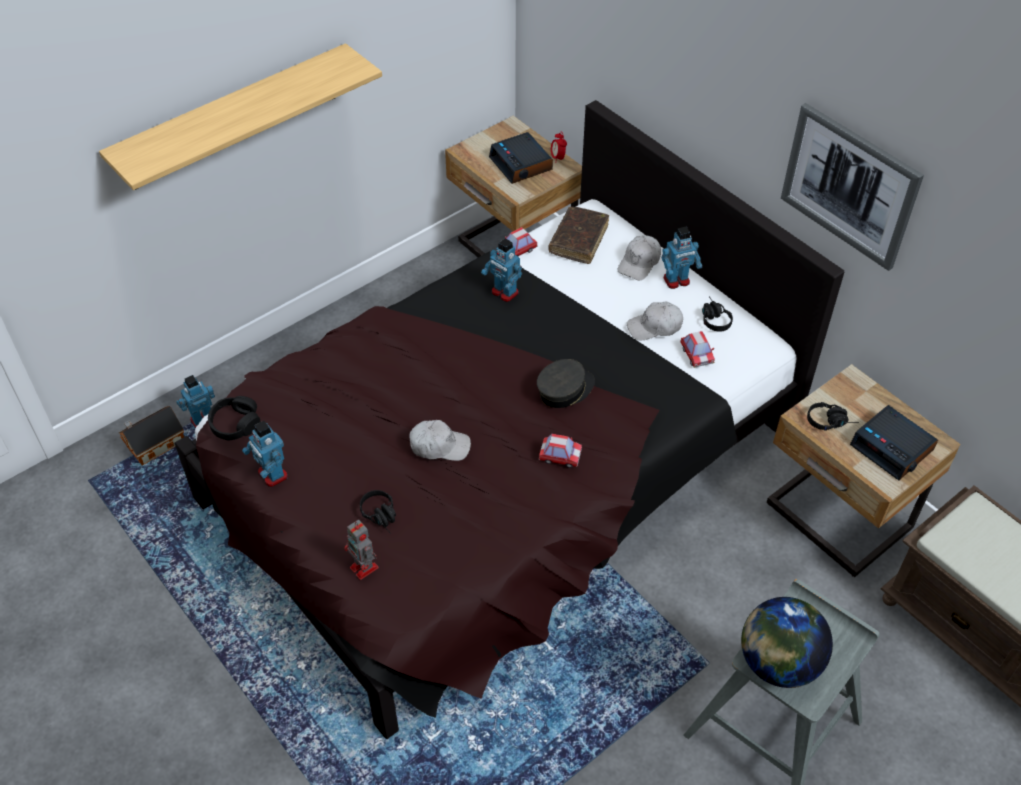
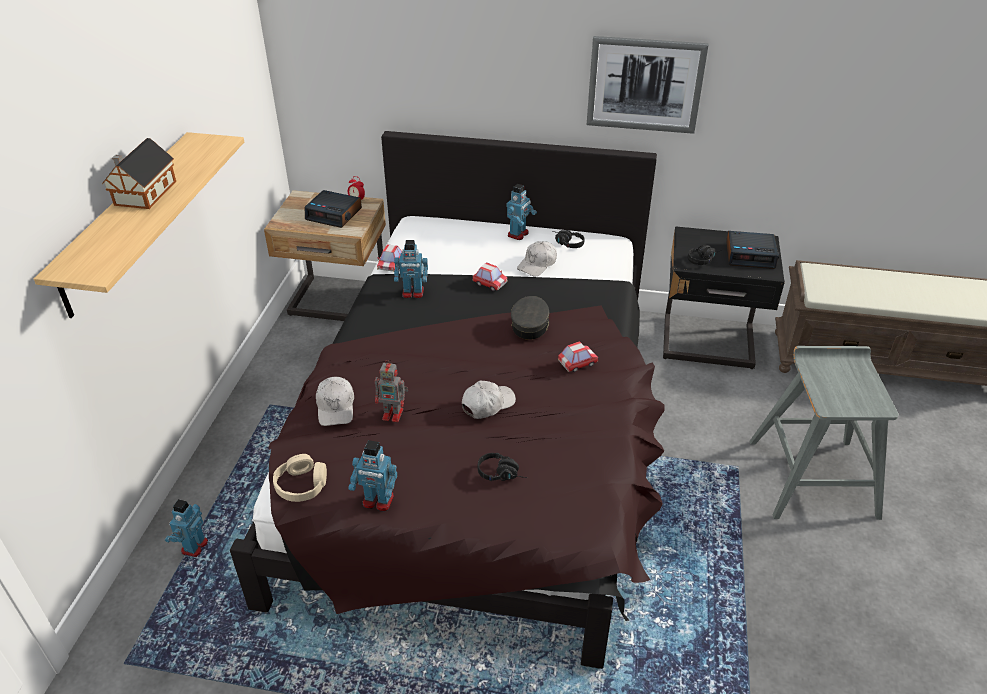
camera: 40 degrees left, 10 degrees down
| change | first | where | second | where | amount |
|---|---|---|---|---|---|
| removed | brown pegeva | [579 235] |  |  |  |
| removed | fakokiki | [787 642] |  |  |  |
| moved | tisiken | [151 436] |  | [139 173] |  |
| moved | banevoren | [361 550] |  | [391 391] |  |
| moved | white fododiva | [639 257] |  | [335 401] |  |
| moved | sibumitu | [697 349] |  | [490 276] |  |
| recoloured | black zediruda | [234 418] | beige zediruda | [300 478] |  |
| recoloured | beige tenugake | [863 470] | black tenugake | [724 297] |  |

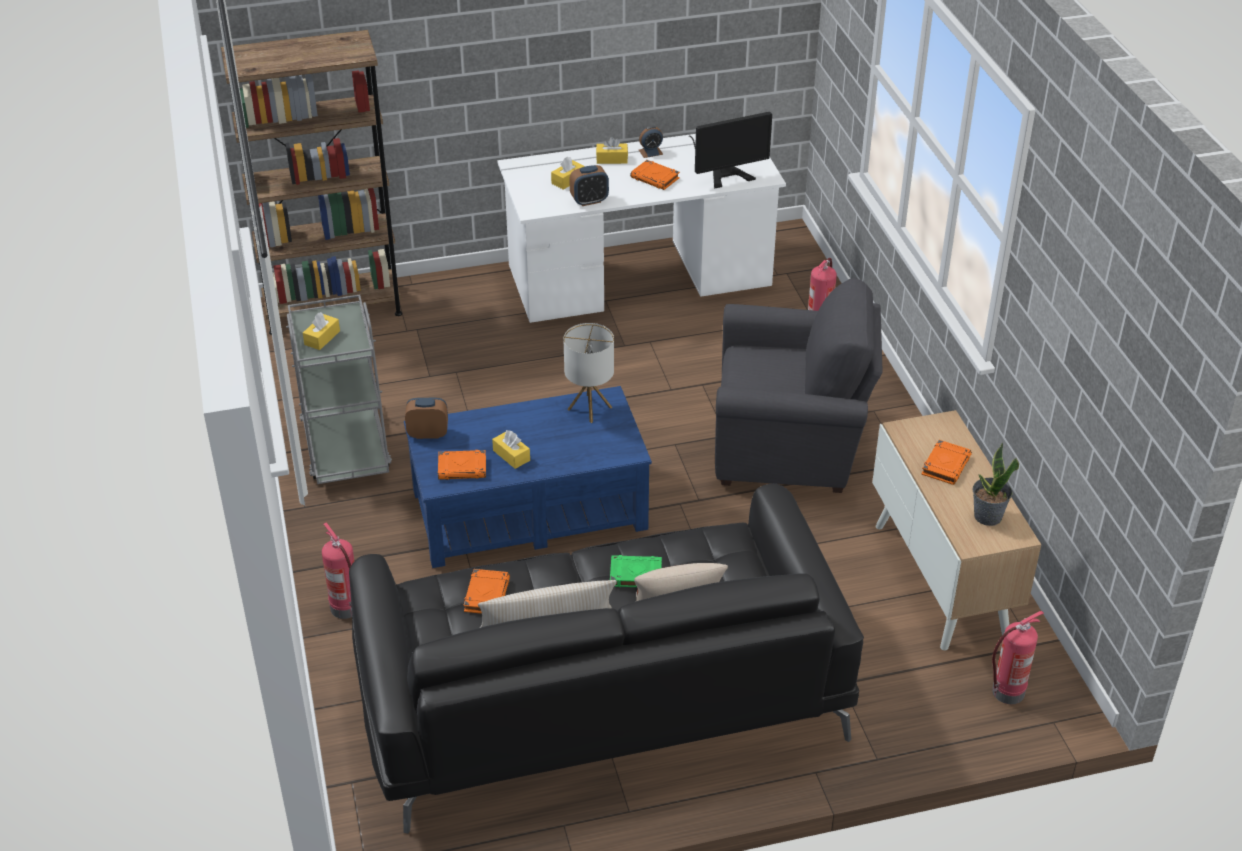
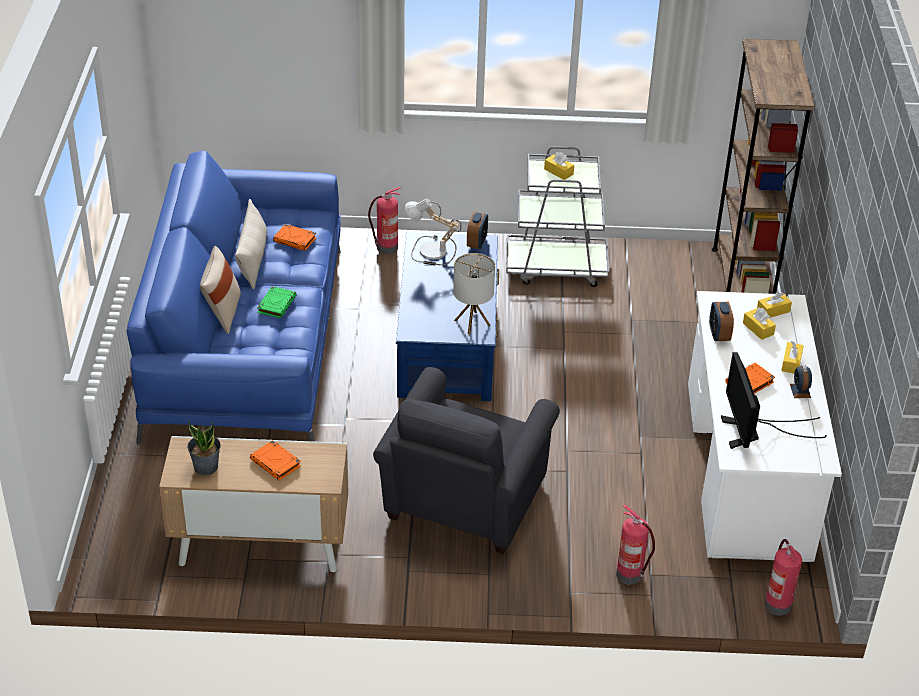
camera: 105 degrees right, 0 degrees up
| change | first | where | second | where | amount |
|---|---|---|---|---|---|
| moved | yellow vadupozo | [511 449] |  | [774 305] |  |
| moved | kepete | [1018 657] |  | [783 577] |  |
| replaced | orange pegeva | [462 465] | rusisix | [433 231] |  |
| recoloured | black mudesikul | [606 658] | blue mudesikul | [234 298] |  |

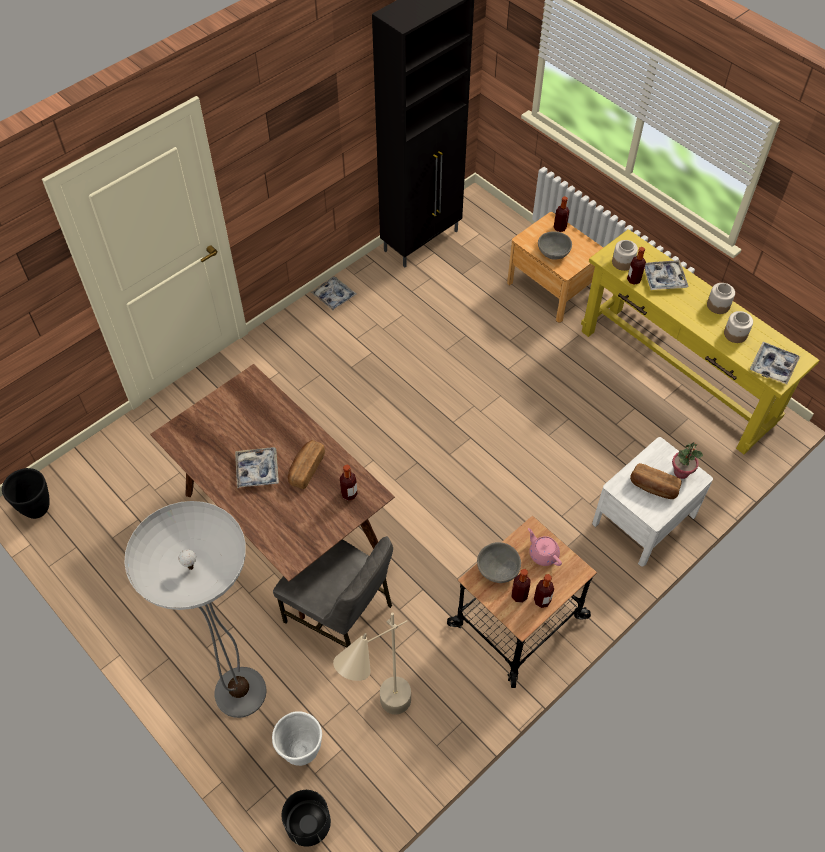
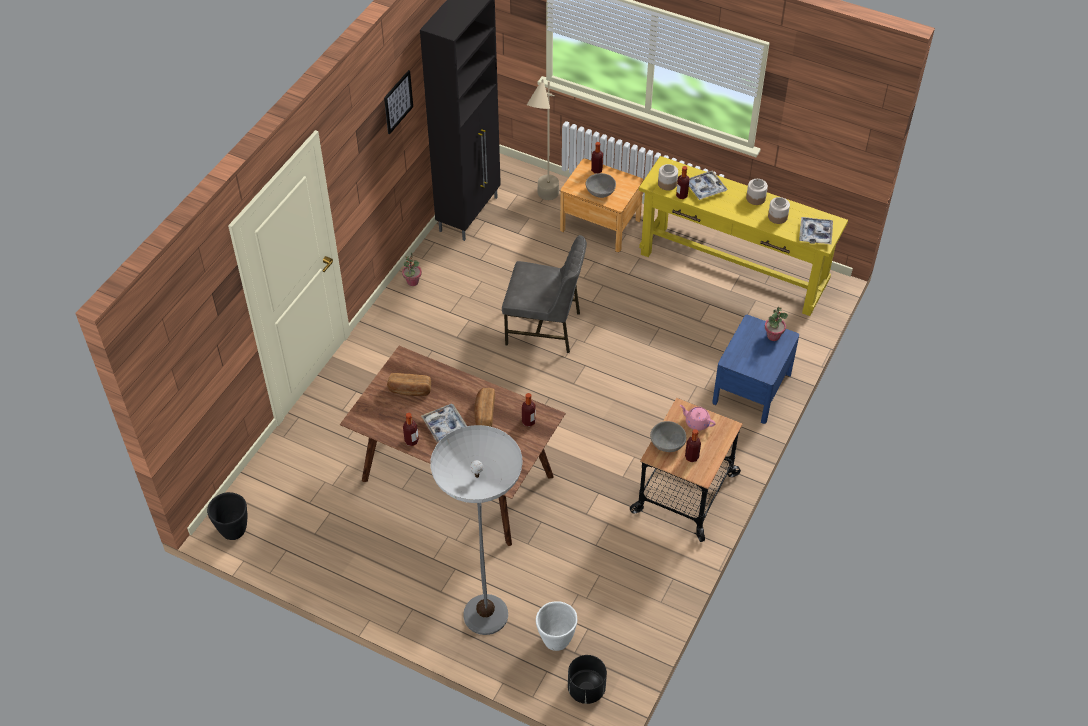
camera: 20 degrees left, 5 degrees down
| change | first | where | second | where | amount |
|---|---|---|---|---|---|
| added |  |  | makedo | [398 102] |  |
| moved | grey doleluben | [333 592] |  | [544 294] |  |
| moved | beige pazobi | [372 663] |  | [543 139] |  |
| moved | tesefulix | [544 591] |  | [411 429] |  |
| moved | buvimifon | [656 481] |  | [409 384] |  |
| replaced | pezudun | [333 293] | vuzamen | [412 269] |  |
| recoloured | white tenugake | [652 502] | blue tenugake | [755 369] |  |

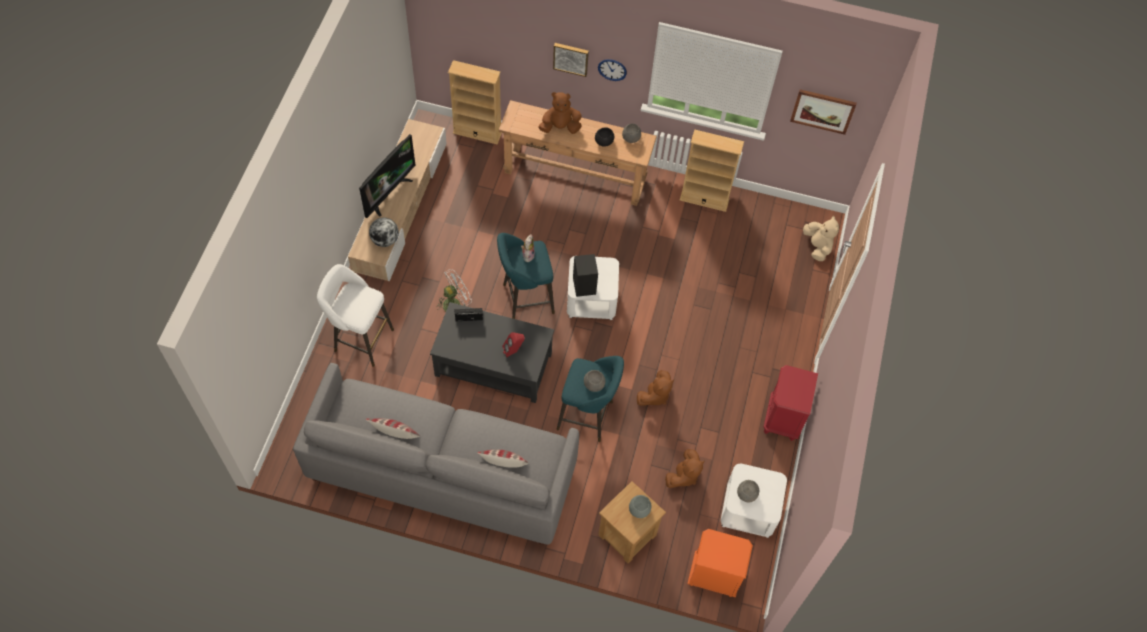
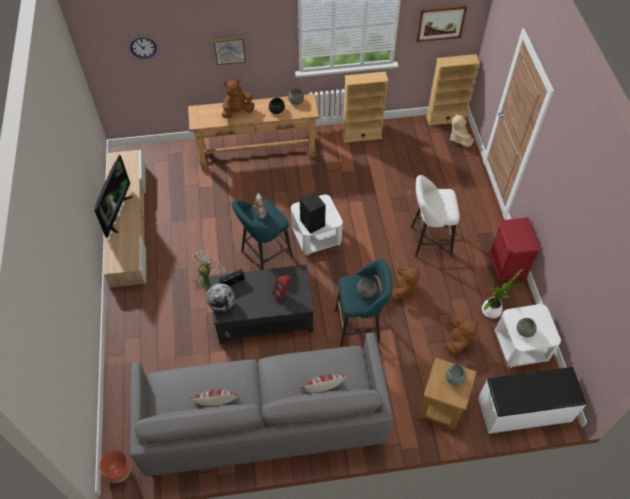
camera: 20 degrees left, 5 degrees down
| change | first | where | second | where | amount |
|---|---|---|---|---|---|
| added |  |  | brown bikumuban | [115 466] |  |
| added |  |  | vuzamen | [503 293] |  |
| moved | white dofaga | [355 315] |  | [435 216] |  |
| moved | fakokiki | [384 232] |  | [220 297] |  |
| moved | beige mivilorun | [475 102] |  | [453 89] |  |
| moved | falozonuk | [612 70] |  | [143 48] |  |
| replaced | orange tenugake | [720 563] | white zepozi | [532 400] |  |
| turned | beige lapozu | [821 238] |  | [462 130] | 150 degrees counterclockwise |

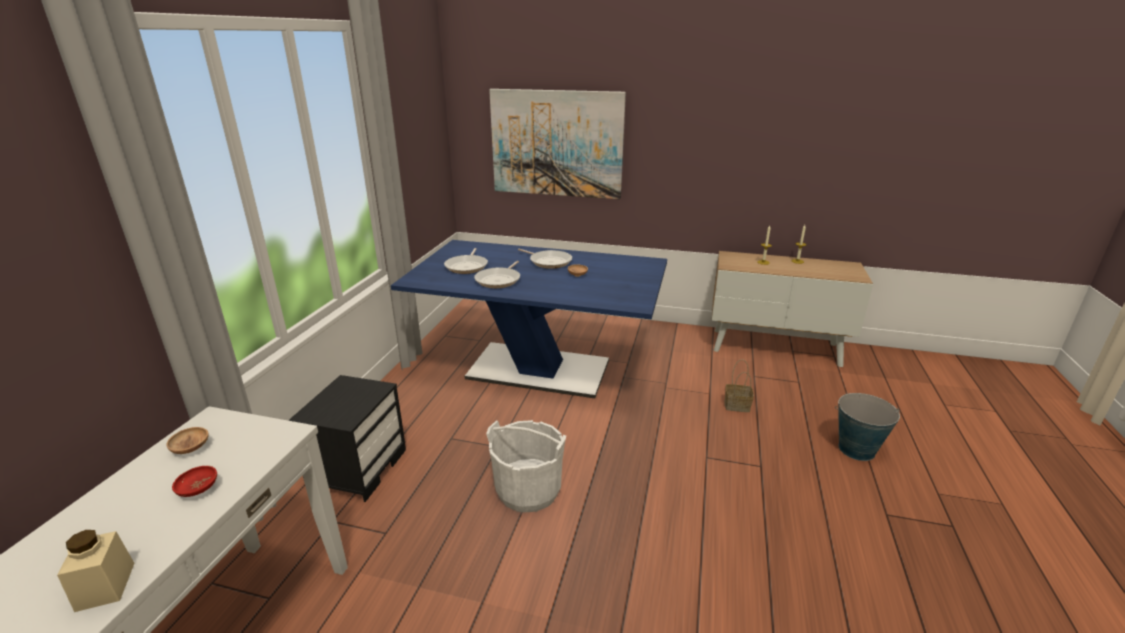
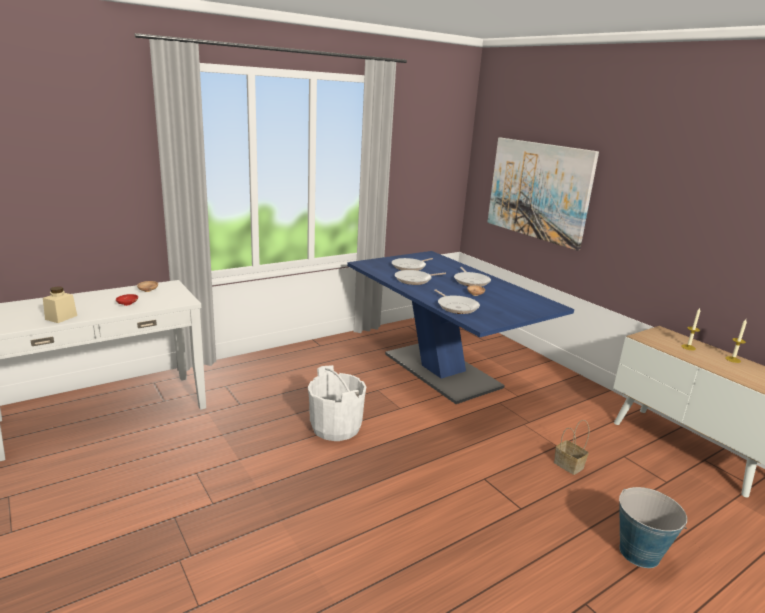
camera: 40 degrees right, 5 degrees down
| change | first | where | second | where | amount |
|---|---|---|---|---|---|
| removed | black tenugake | [347 438] |  |  |  |
| added |  |  | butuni | [457 301] |  |

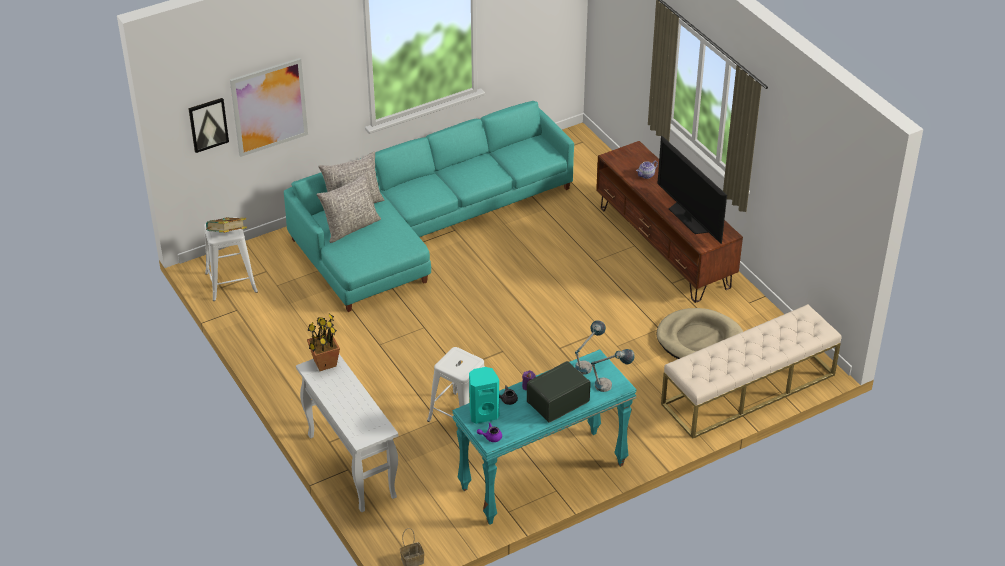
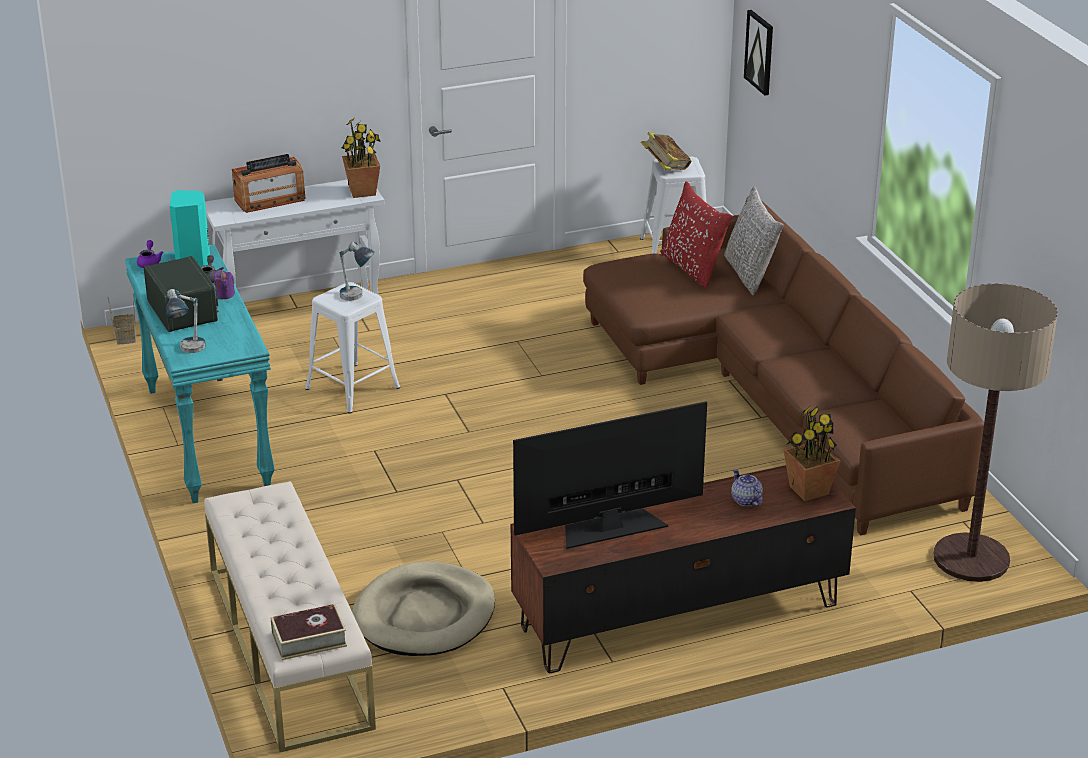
camera: 100 degrees right, 10 degrees down
| change | first | where | second | where | amount |
|---|---|---|---|---|---|
| removed | makedo | [269 107] |  |  |  |
| added |  |  | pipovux | [269 183] |  |
| added |  |  | pegeva | [309 632] |  |
| added |  |  | vuzamen | [812 453] |  |
| added |  |  | pazobi | [996 432] |  |
| moved | rusisix | [590 347] |  | [357 271] |  |
| recoloured | turquoise mudesikul | [429 206] | brown mudesikul | [783 365] |  |
| recoloured | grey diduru | [348 207] | red diduru | [696 235] |  |

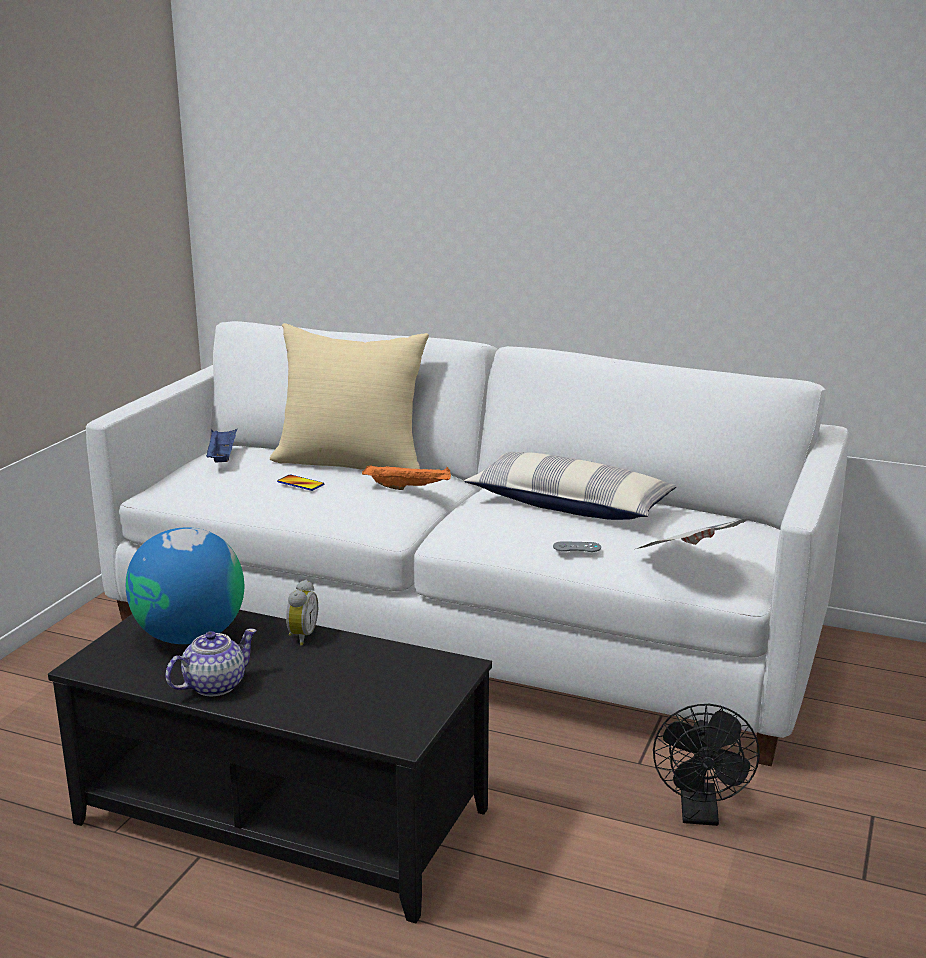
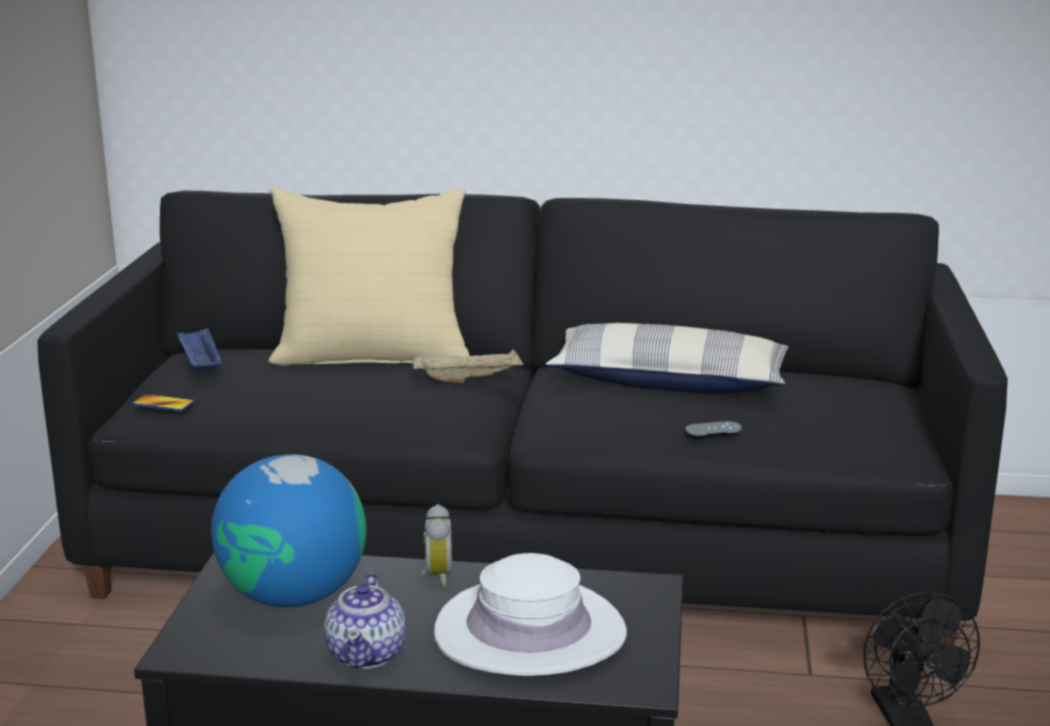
camera: 15 degrees left, 0 degrees up
| change | first | where | second | where | amount |
|---|---|---|---|---|---|
| removed | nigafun | [693 534] |  |  |  |
| added |  |  | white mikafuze | [530 614] |  |
| moved | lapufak | [300 483] |  | [163 403] |  |
| recoloured | white mudesikul | [467 543] | black mudesikul | [522 418] |  |
| recoloured | orange pezudun | [406 477] | beige pezudun | [468 366] |  |
| turned | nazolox | [211 662] |  | [365 621] | 150 degrees clockwise |

